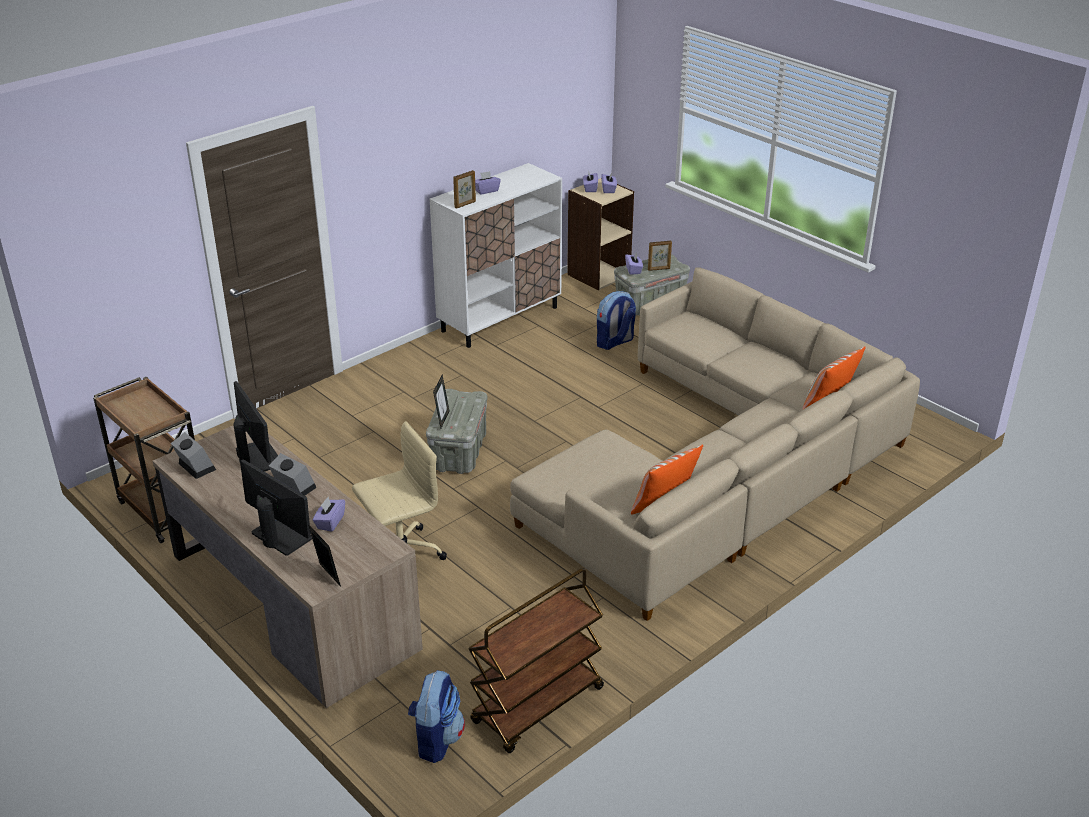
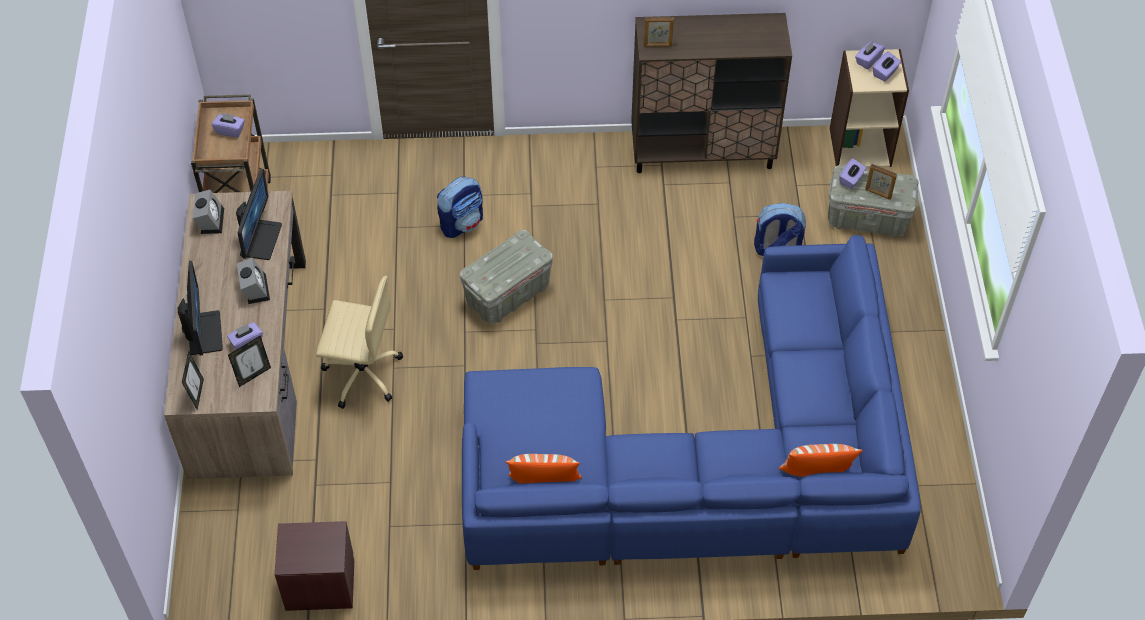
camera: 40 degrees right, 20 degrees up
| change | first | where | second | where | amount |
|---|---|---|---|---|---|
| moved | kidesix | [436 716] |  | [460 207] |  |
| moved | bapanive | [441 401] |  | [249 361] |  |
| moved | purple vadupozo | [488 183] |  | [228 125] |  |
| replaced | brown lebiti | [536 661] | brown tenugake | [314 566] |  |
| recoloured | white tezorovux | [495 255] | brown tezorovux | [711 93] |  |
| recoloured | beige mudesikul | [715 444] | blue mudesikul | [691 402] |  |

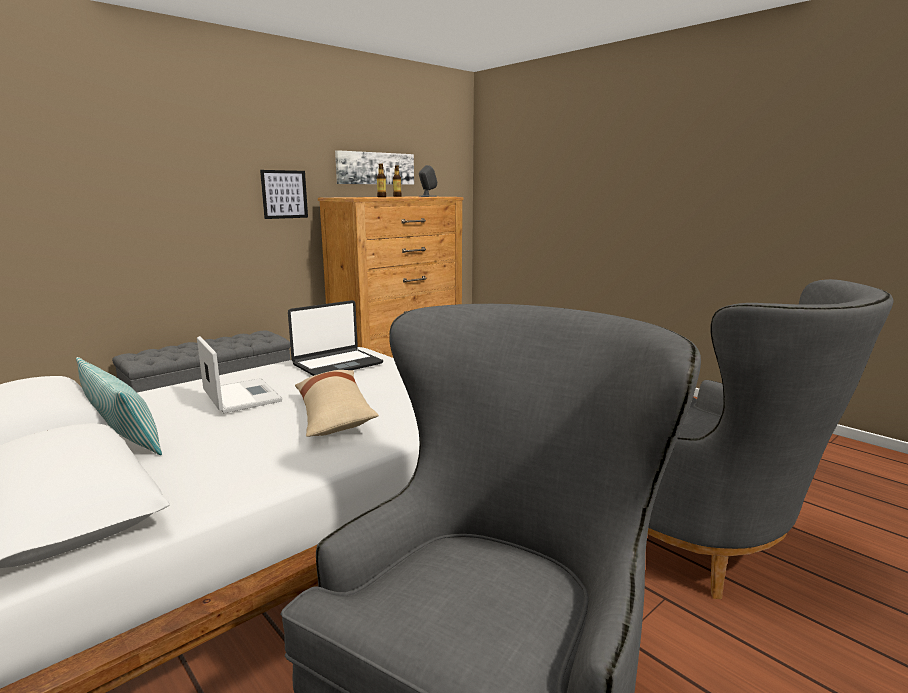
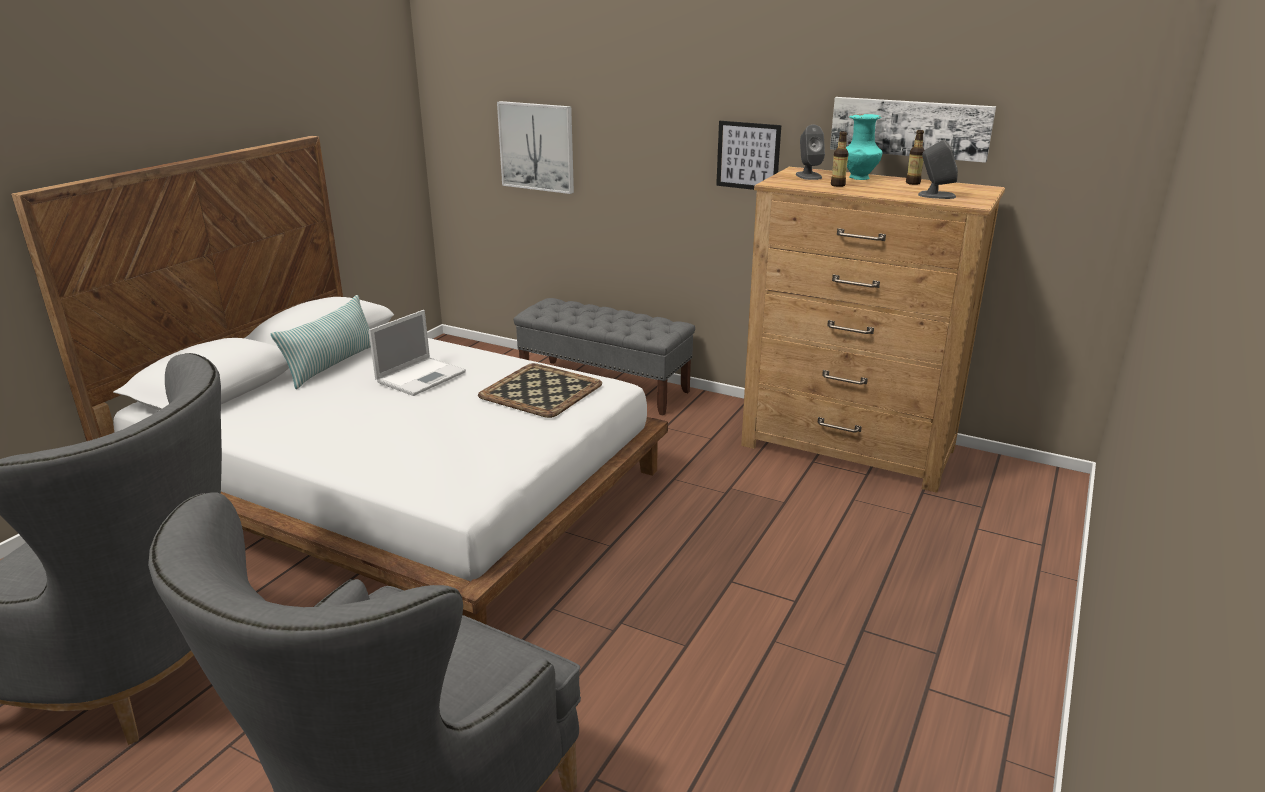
camera: 70 degrees right, 10 degrees up
| change | first | where | second | where | amount |
|---|---|---|---|---|---|
| removed | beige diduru | [337 403] |  |  |  |
| added |  |  | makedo | [535 147] |  |
| added |  |  | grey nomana | [810 152] |  |
| added |  |  | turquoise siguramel | [864 147] |  |
| replaced | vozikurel | [335 338] | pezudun | [540 390] |  |

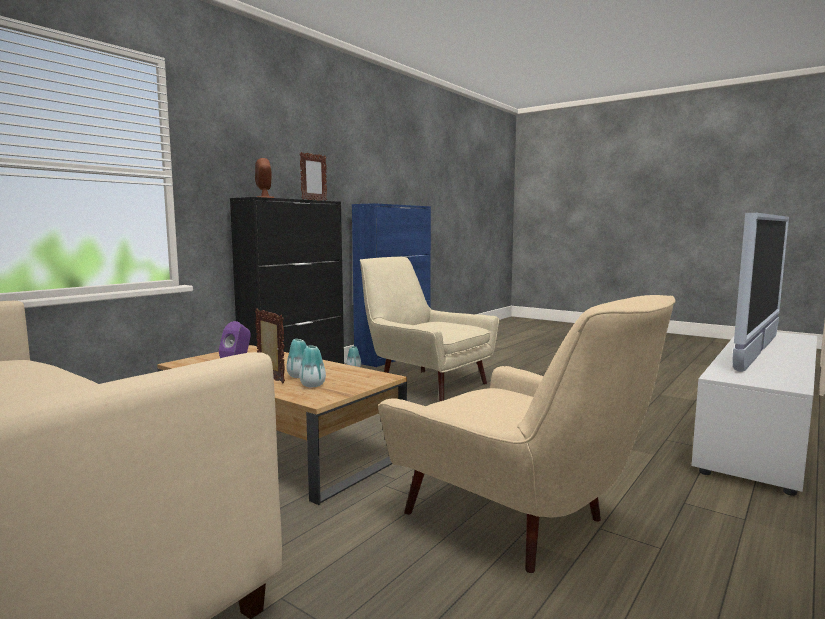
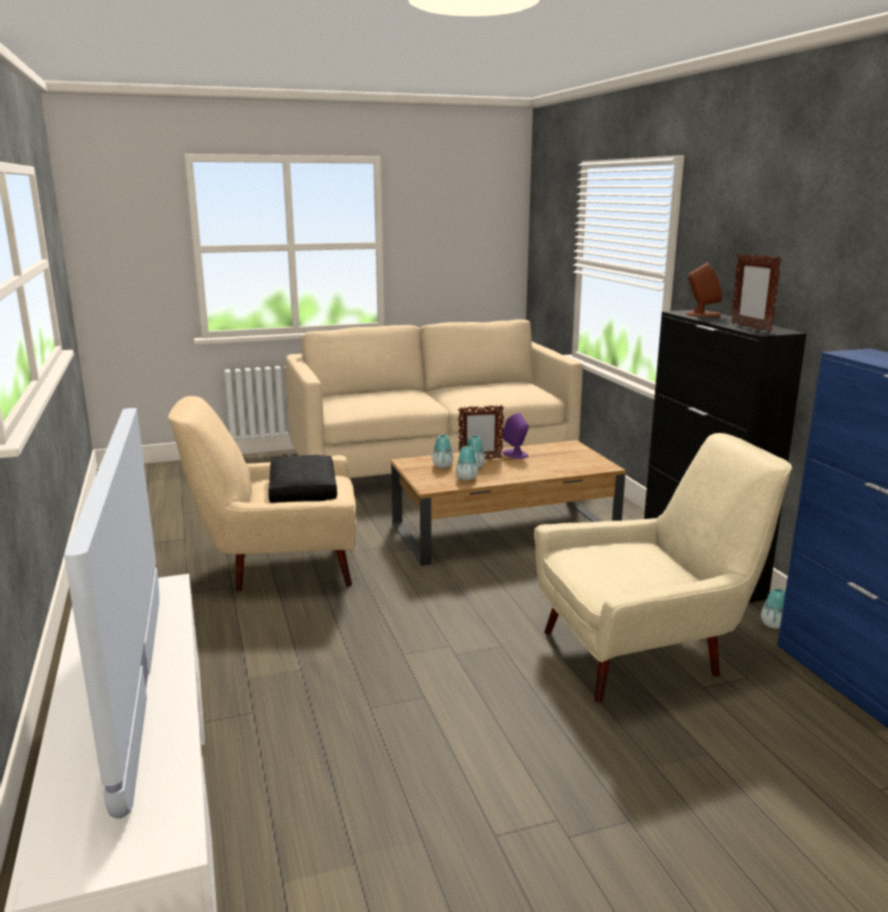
camera: 125 degrees right, 10 degrees up
| change | first | where | second | where | amount |
|---|---|---|---|---|---|
| added |  |  | black diduru | [302 479] |  |
| added |  |  | siguramel | [467 463] |  |

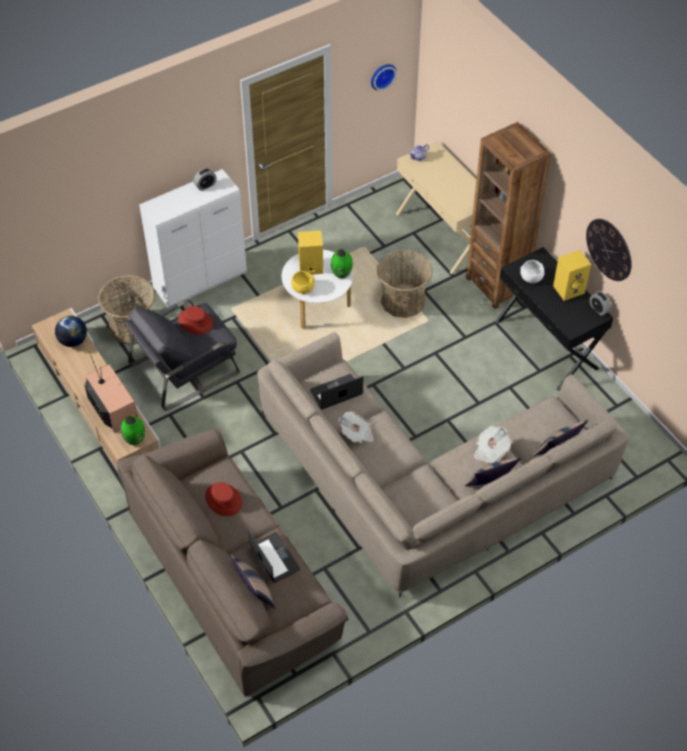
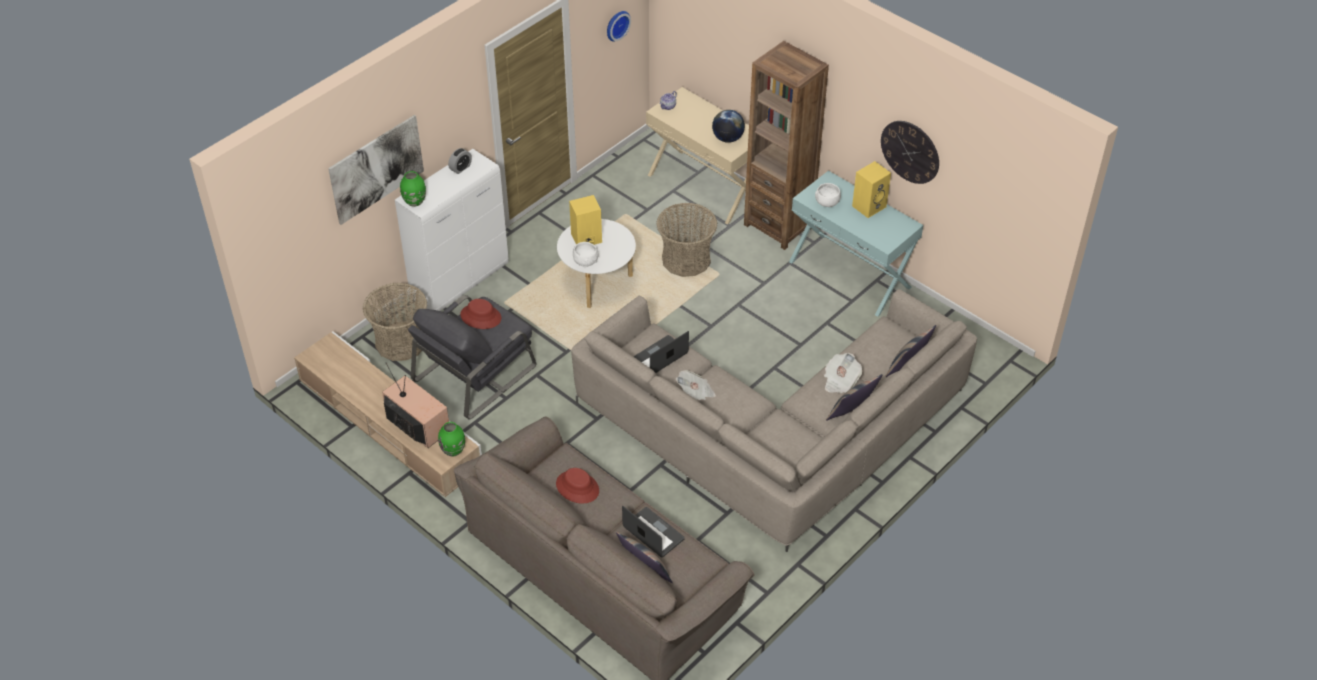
camera: 15 degrees left, 5 degrees down
| change | first | where | second | where | amount |
|---|---|---|---|---|---|
| removed | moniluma | [600 304] |  |  |  |
| added |  |  | makedo | [376 170] |  |
| moved | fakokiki | [71 331] |  | [728 126] |  |
| moved | green siguramel | [342 264] |  | [413 189] |  |
| recoloured | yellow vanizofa | [303 282] | white vanizofa | [586 254] |  |
| recoloured | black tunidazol | [554 319] | turquoise tunidazol | [856 244] |  |

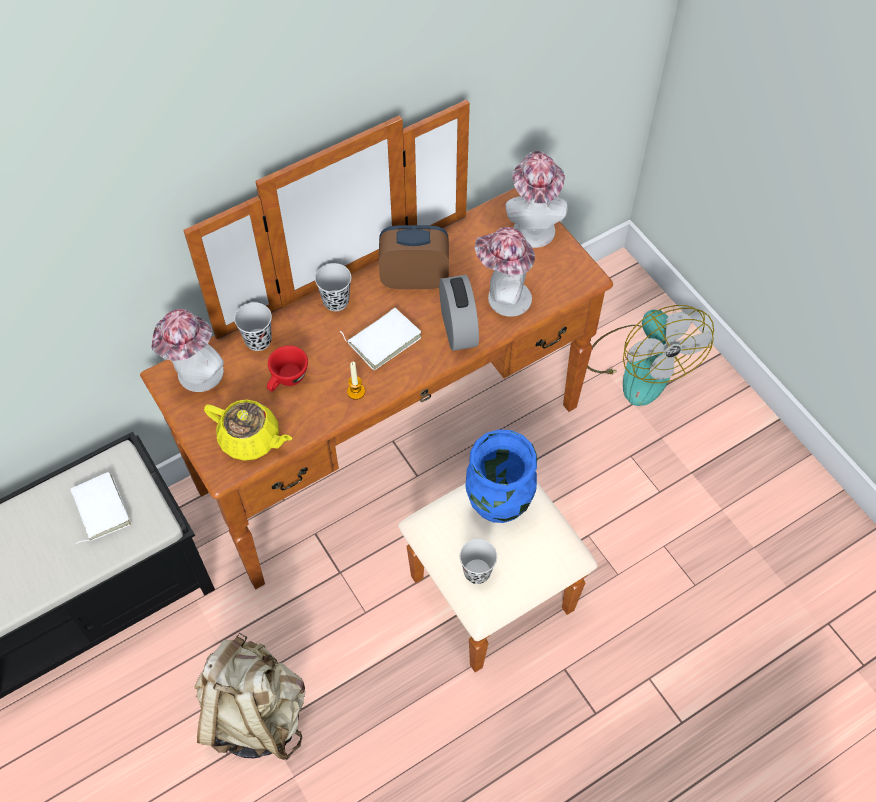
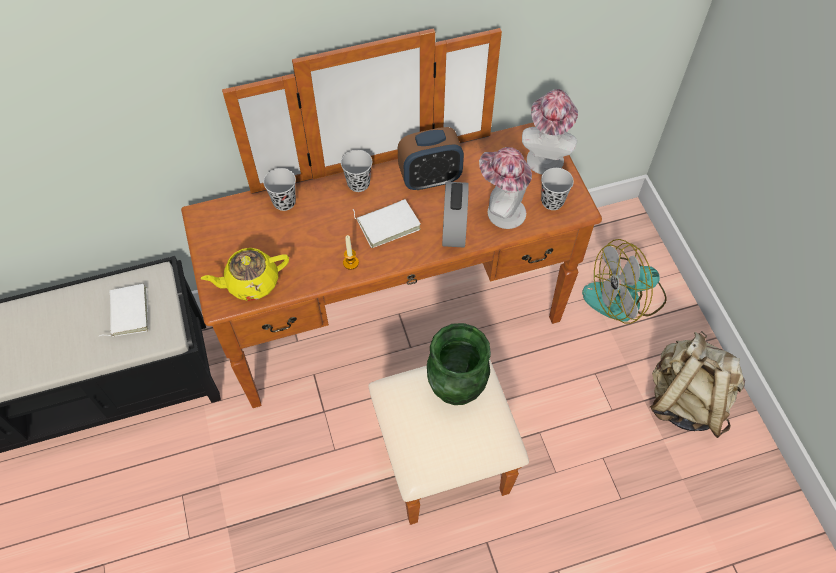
camera: 15 degrees right, 0 degrees up
| change | first | where | second | where | amount |
|---|---|---|---|---|---|
| removed | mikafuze | [188 350] |  |  |  |
| removed | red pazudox | [287 368] |  |  |  |
| moved | beige kidesix | [249 696] |  | [697 384] |  |
| moved | black pazudox | [478 561] |  | [557 189] |  |
| recoloured | blue siguramel | [501 476] | green siguramel | [459 364] |  |
| turned | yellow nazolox | [248 430] |  | [244 274] | 120 degrees clockwise |
| turned | moniluma | [414 257] |  | [431 159] | 150 degrees clockwise |
| turned | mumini | [650 355] |  | [624 281] | 75 degrees clockwise |

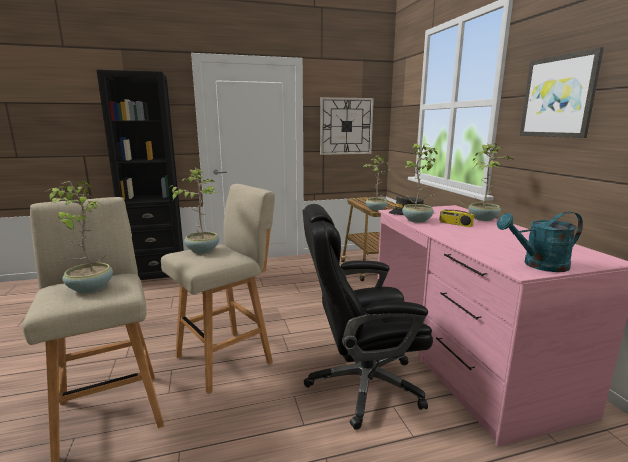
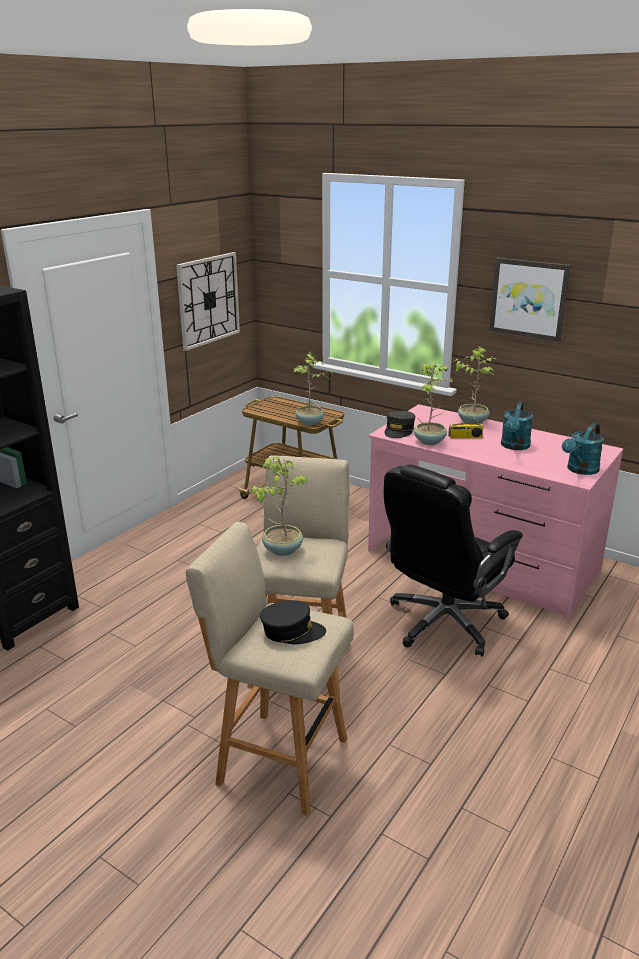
camera: 40 degrees left, 10 degrees up
| change | first | where | second | where | amount |
|---|---|---|---|---|---|
| added |  |  | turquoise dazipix | [517 425] |  |
| replaced | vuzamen | [81 237] | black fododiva | [293 622] |  |

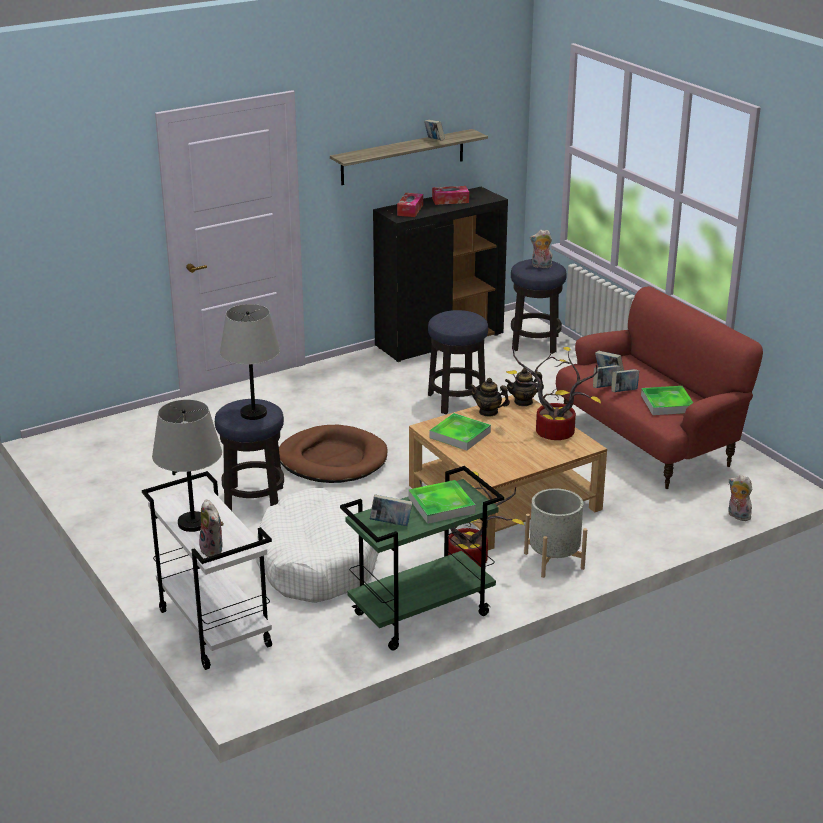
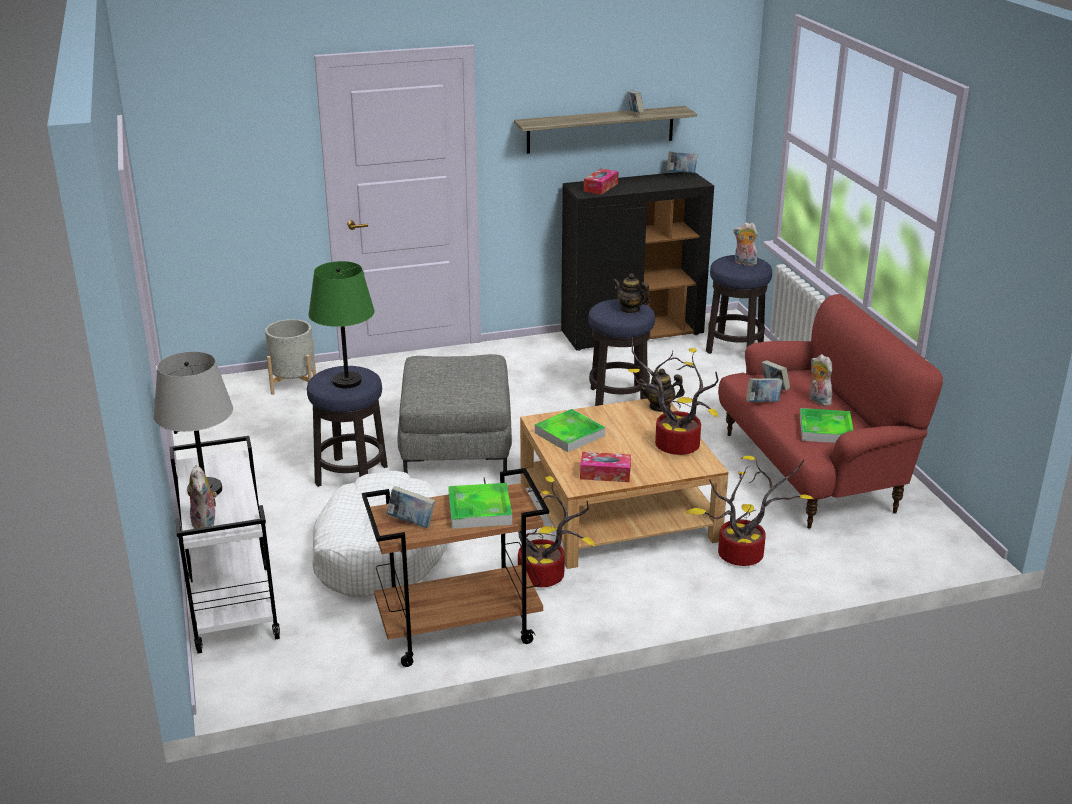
camera: 15 degrees right, 0 degrees up
| change | first | where | second | where | amount |
|---|---|---|---|---|---|
| added |  |  | vuzamen | [749 511] |  |
| moved | vadupozo | [450 195] |  | [605 467] |  |
| moved | nazolox | [490 397] |  | [631 293] |  |
| moved | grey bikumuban | [555 533] |  | [290 357] |  |
| moved | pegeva | [625 380] |  | [682 162] |  |
| moved | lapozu | [740 498] |  | [820 380] |  |
| replaced | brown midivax | [333 454] | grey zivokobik | [455 414] |  |
| recoloured | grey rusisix | [250 362] | green rusisix | [341 324] |  |
| recoloured | green lebiti | [422 558] | brown lebiti | [455 567] |  |

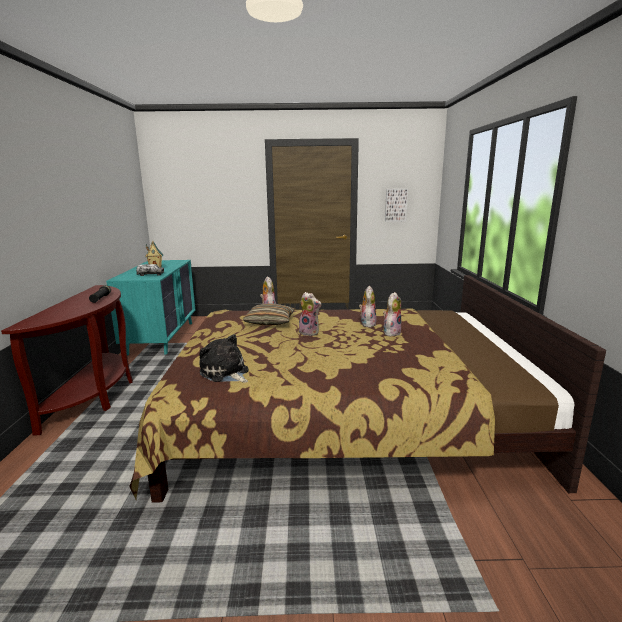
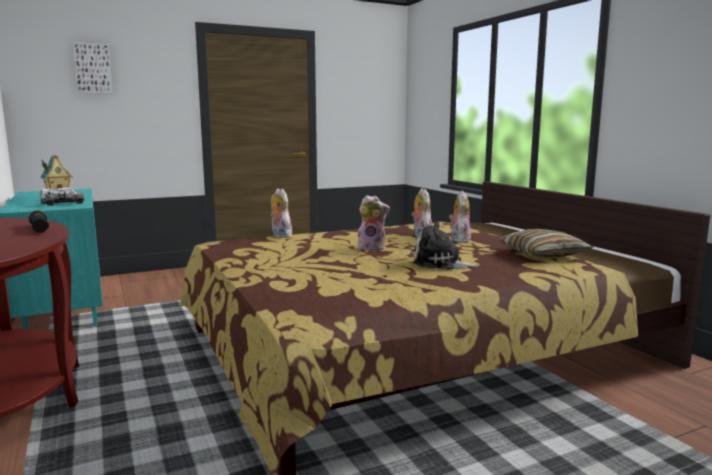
camera: 25 degrees left, 5 degrees down
| change | first | where | second | where | amount |
|---|---|---|---|---|---|
| moved | lapozu | [224 358] |  | [446 245] |  |
| moved | diduru | [269 315] |  | [545 243] |  |
| moved | makedo | [396 205] |  | [93 68] |  |

